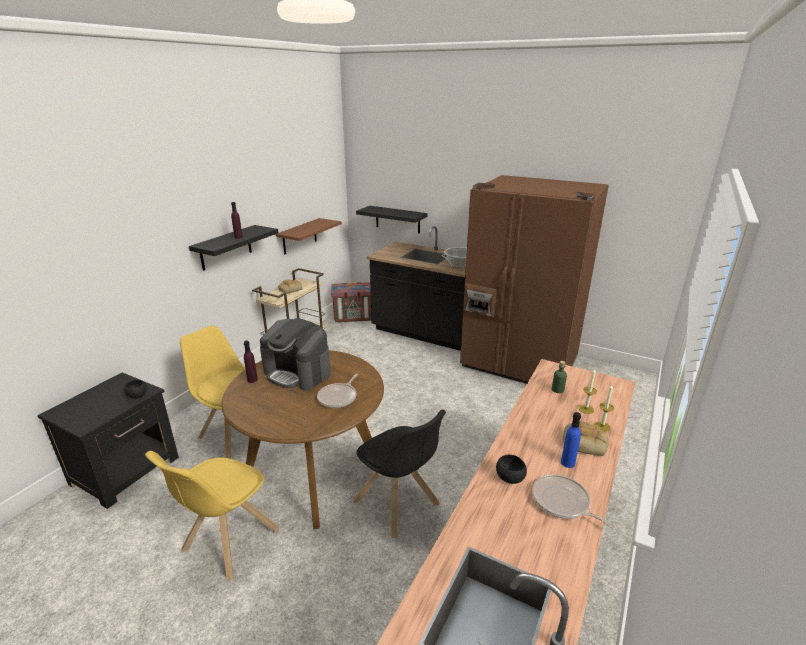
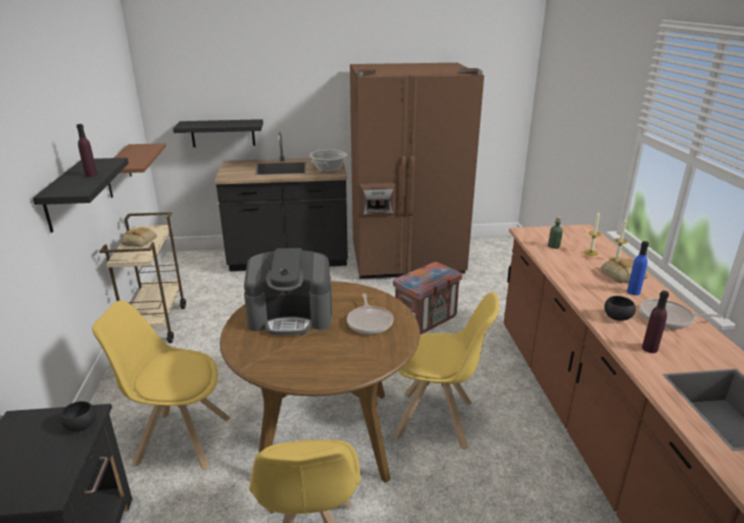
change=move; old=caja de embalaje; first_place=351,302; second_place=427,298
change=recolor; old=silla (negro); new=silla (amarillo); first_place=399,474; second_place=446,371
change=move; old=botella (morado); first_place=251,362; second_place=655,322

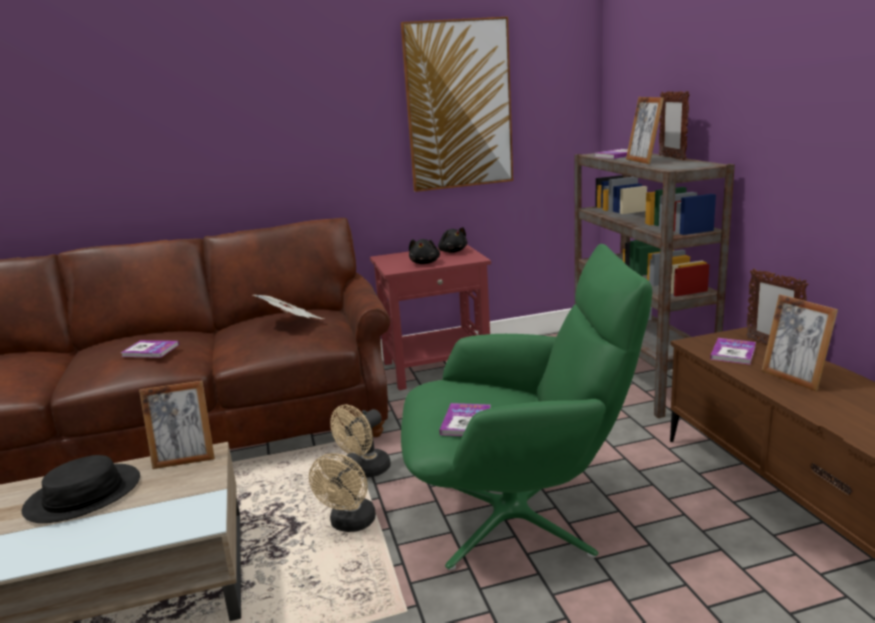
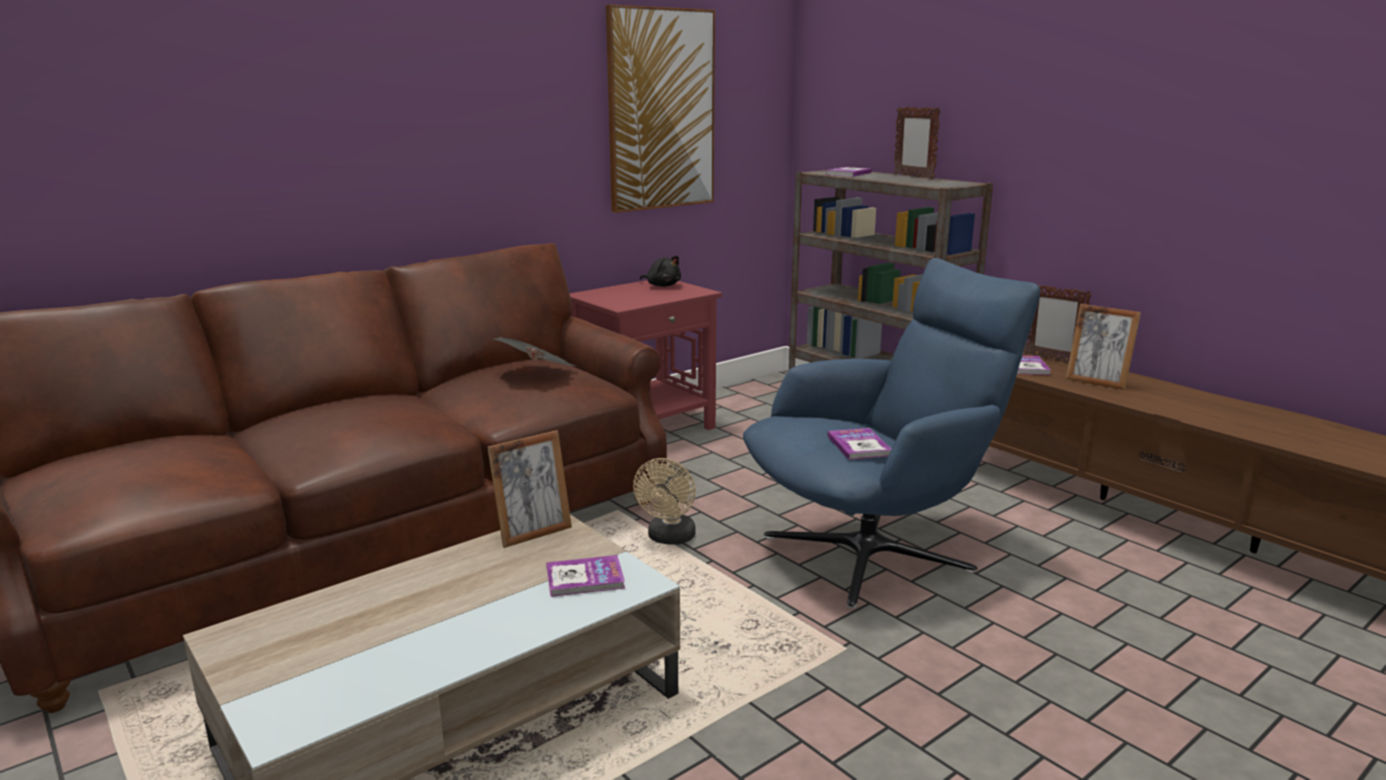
change=move; old=libro; first_place=150,349; second_place=585,576
change=recolor; old=sillón (verde); new=sillón (azul); first_place=526,407; second_place=891,433
change=delete; old=sombrero (negro); first_place=81,489
change=delete; old=ventilador (beis); first_place=342,492
change=delete; old=peluche (negro); first_place=424,251
change=delete; old=portarretratos; first_place=645,130

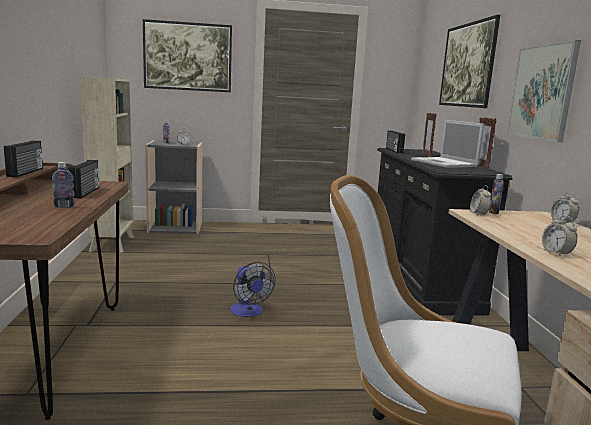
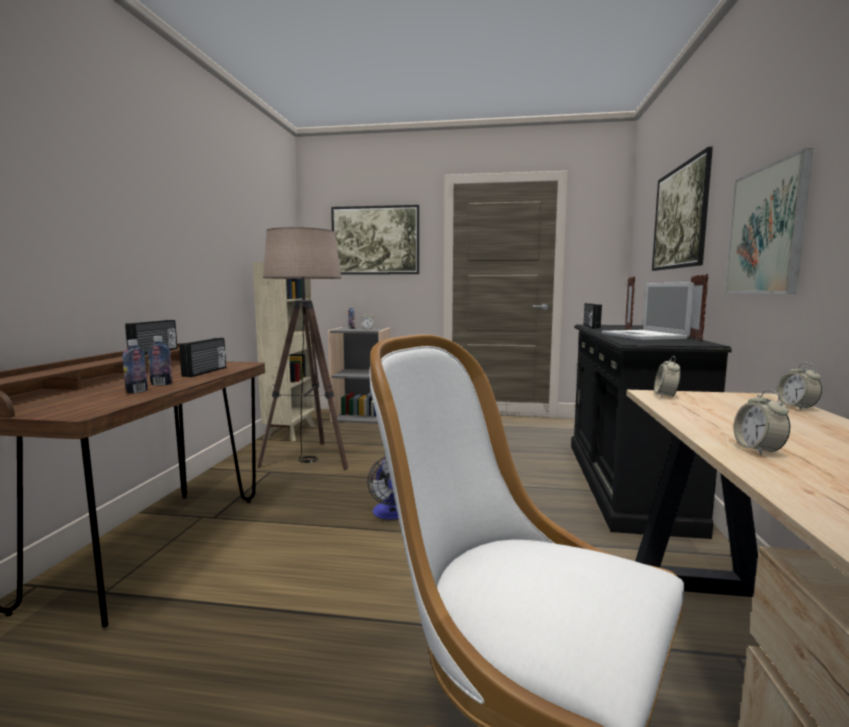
change=move; old=botella; first_place=496,194; second_place=135,366
change=insert; new=lámpara de pie; second_place=302,348

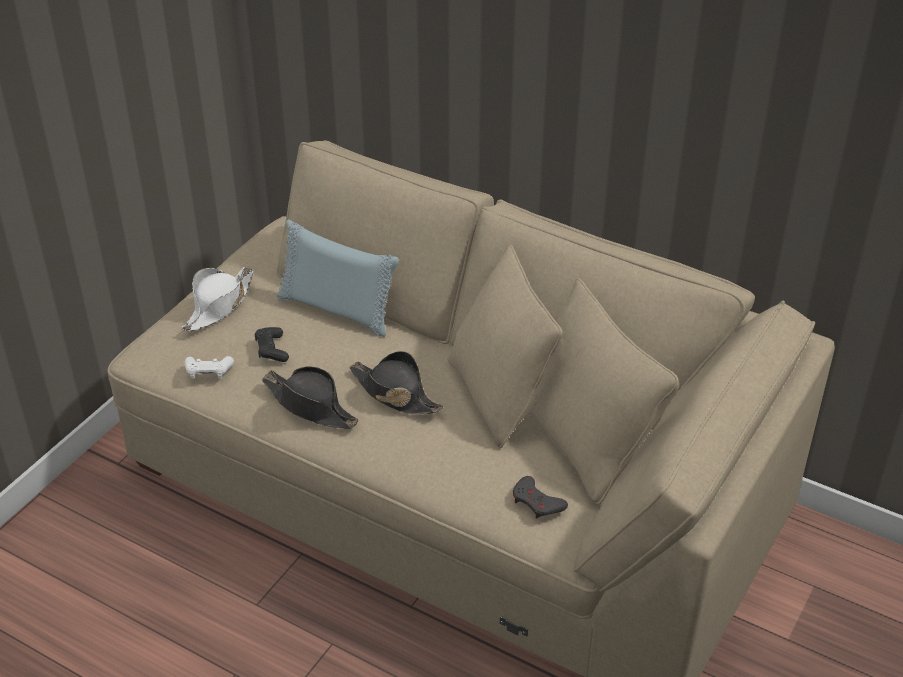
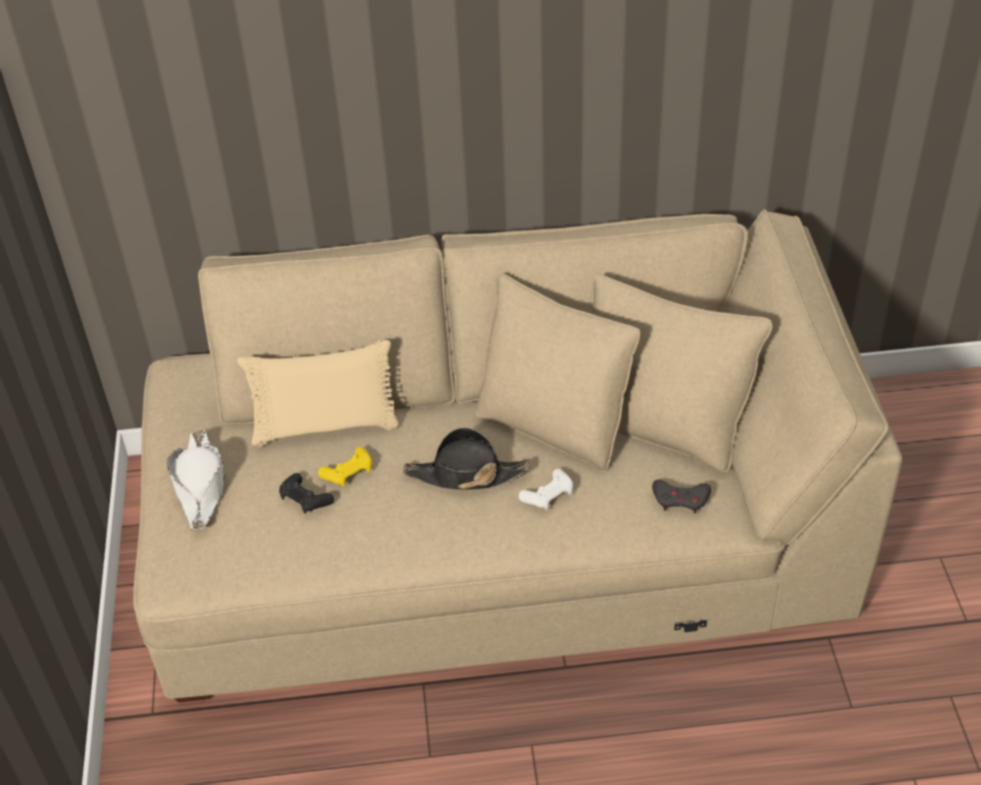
change=recolor; old=cojín (azul); new=cojín (beis); first_place=338,278; second_place=318,394
change=insert; new=mando de consola (amarillo); second_place=345,467
change=move; old=mando de consola (blanco); first_place=209,367; second_place=546,489
change=delete; old=sombrero (negro); first_place=310,397

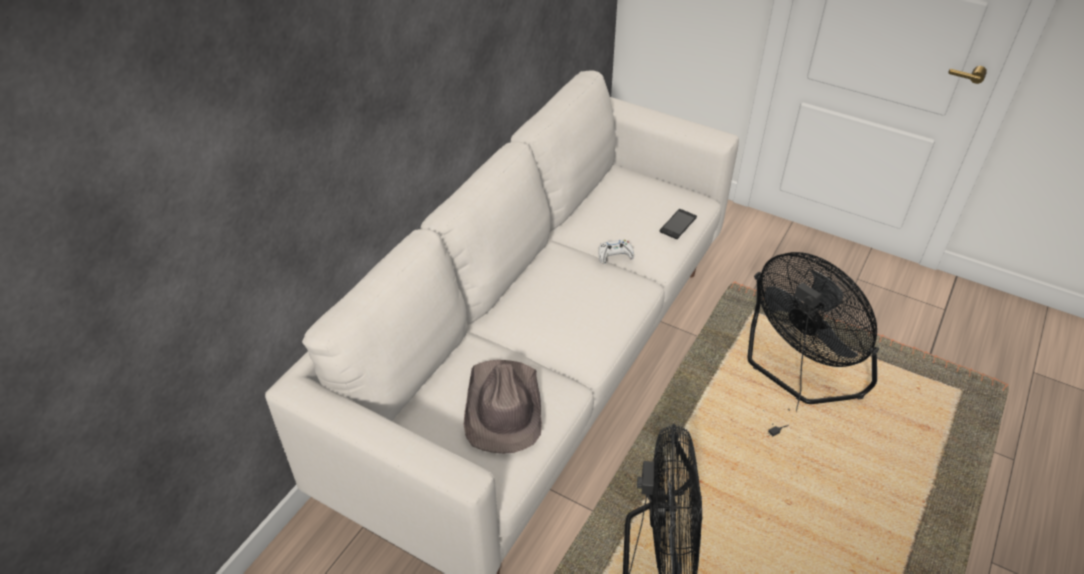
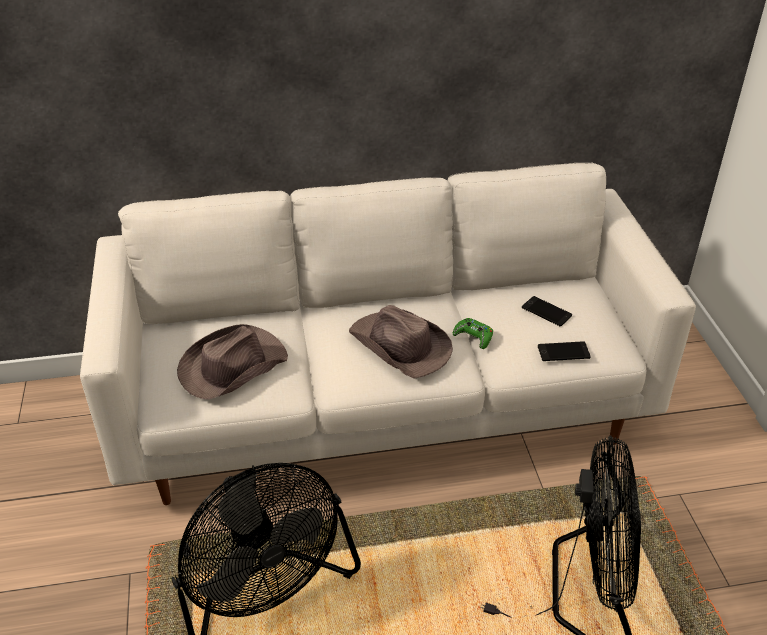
change=insert; new=sombrero (marrón); second_place=401,342
change=recolor; old=mando de consola (blanco); new=mando de consola (verde); first_place=616,252; second_place=473,333
change=insert; new=móvil; second_place=547,311

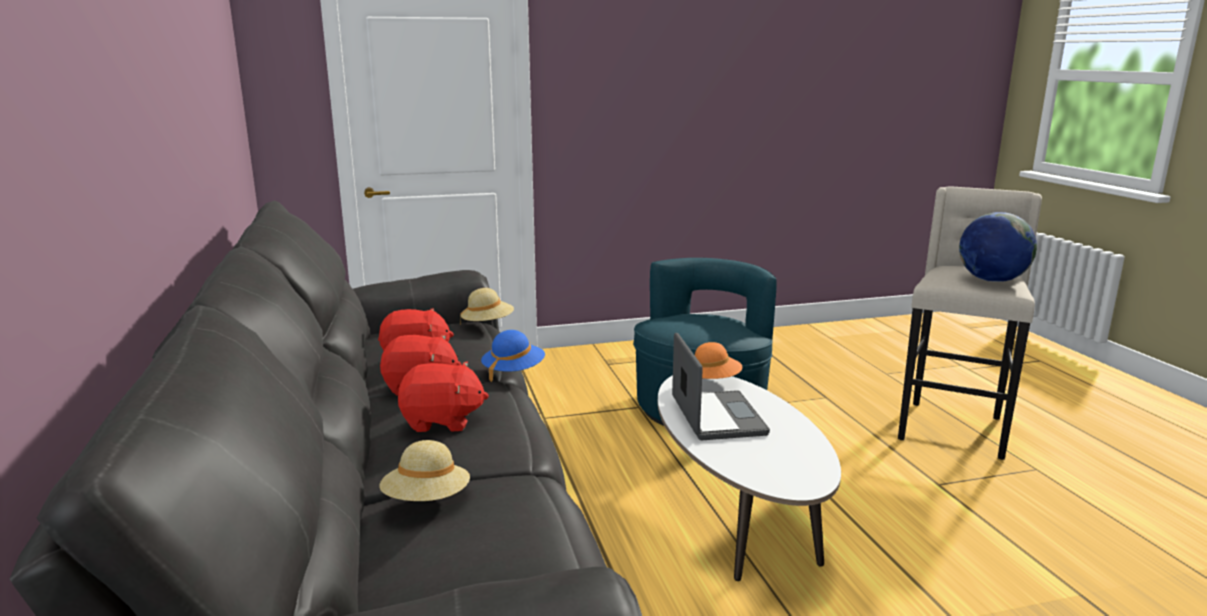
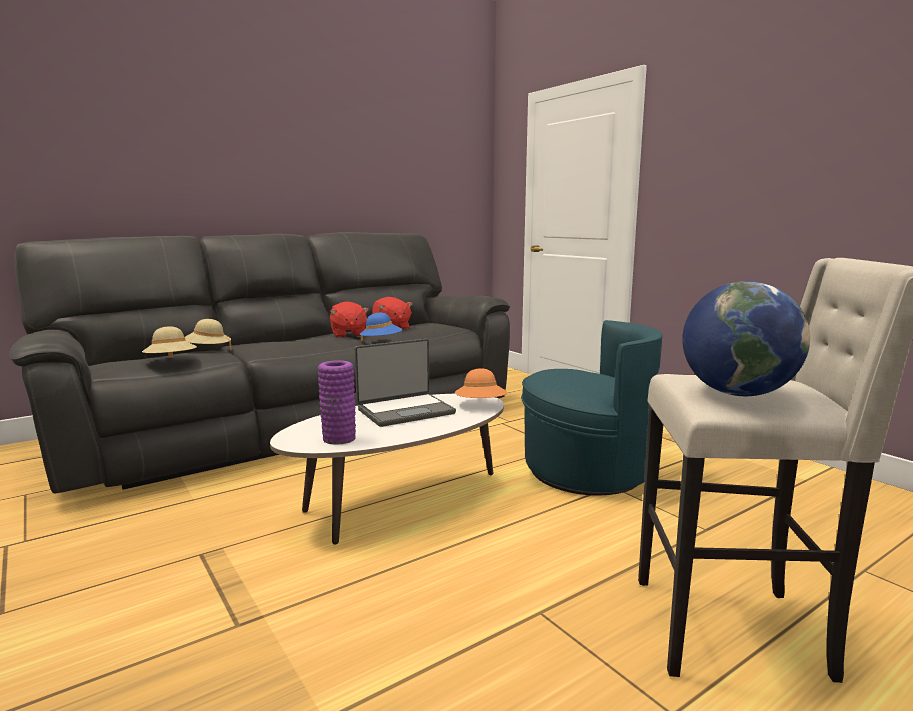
change=move; old=sombrero (beis); first_place=487,307; second_place=169,341
change=insert; new=florero (morado); second_place=337,402
change=delete; old=peluche (rojo); first_place=443,397

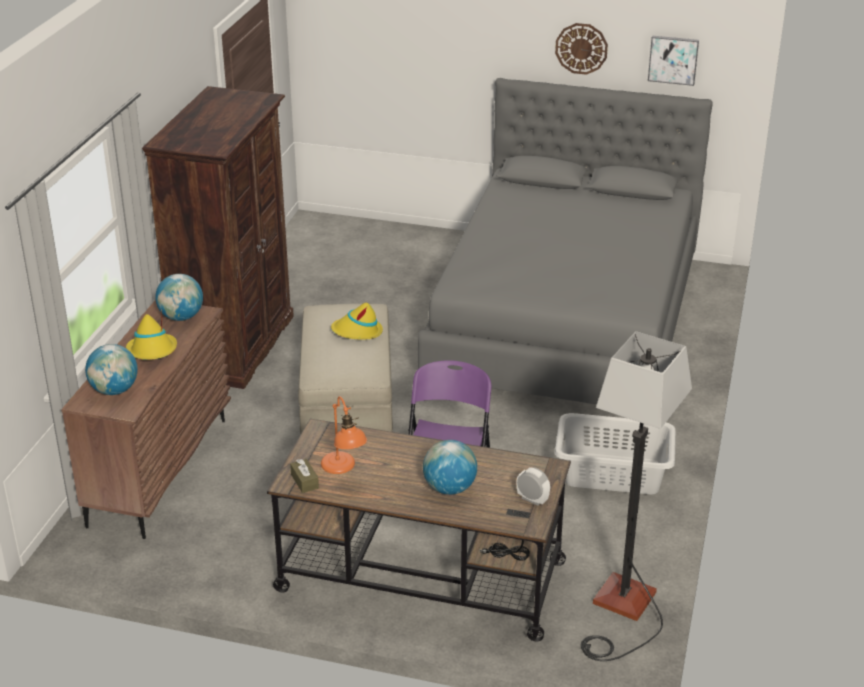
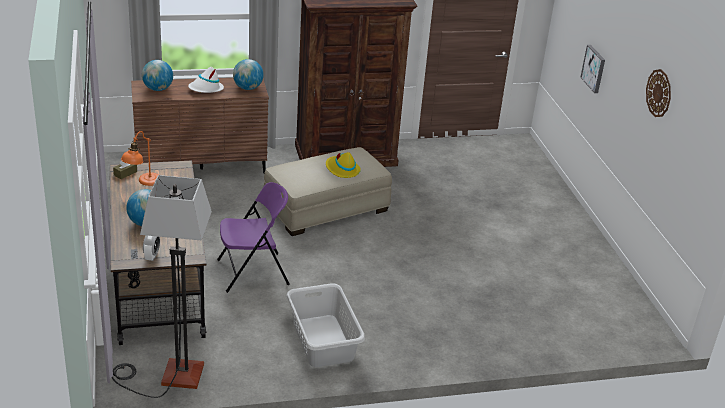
change=recolor; old=sombrero (amarillo); new=sombrero (blanco); first_place=151,336; second_place=206,80
change=move; old=cuadro; first_place=673,60; second_place=592,69
change=delete; old=cama (gris); first_place=565,241

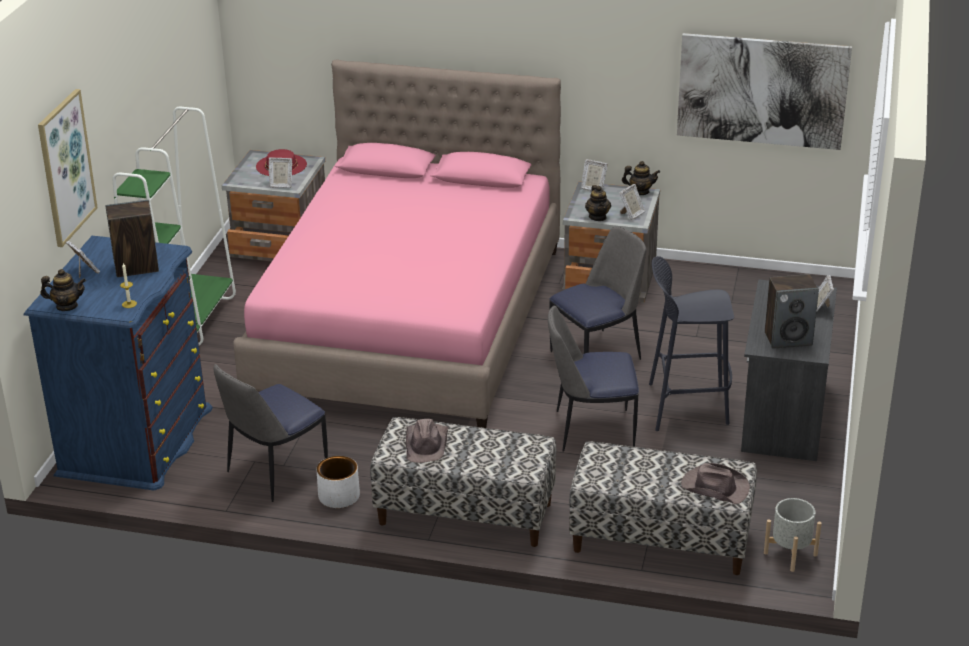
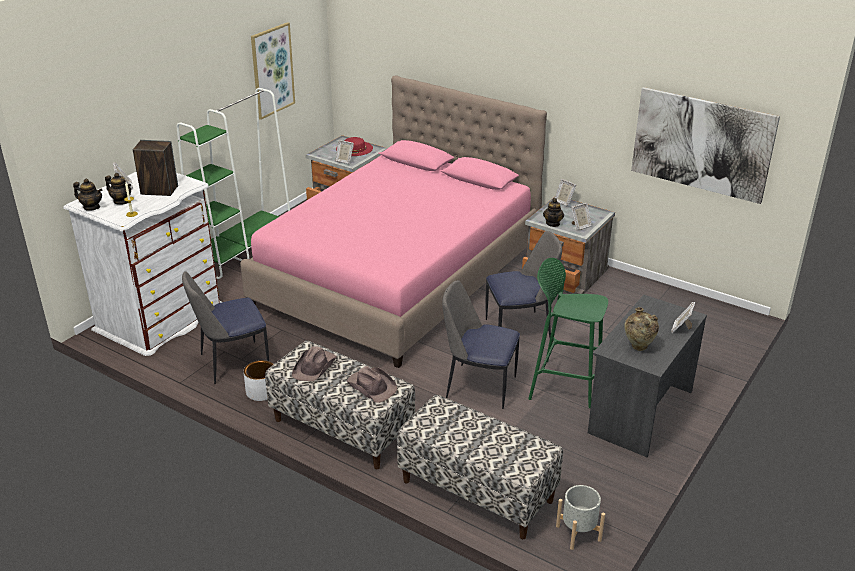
change=recolor; old=cómoda (azul); new=cómoda (blanco); first_place=118,363; second_place=142,264
change=move; old=tetera; first_place=641,178; second_place=118,189
change=move; old=cuadro; first_place=68,168; second_place=273,71
change=move; old=sombrero (marrón); first_place=715,483; second_place=372,384
change=recolor; old=taburete (gris); new=taburete (verde); first_place=691,343; second_place=568,333
change=replace; old=altavoz; new=florero (beis); first_place=792,311; second_place=641,329

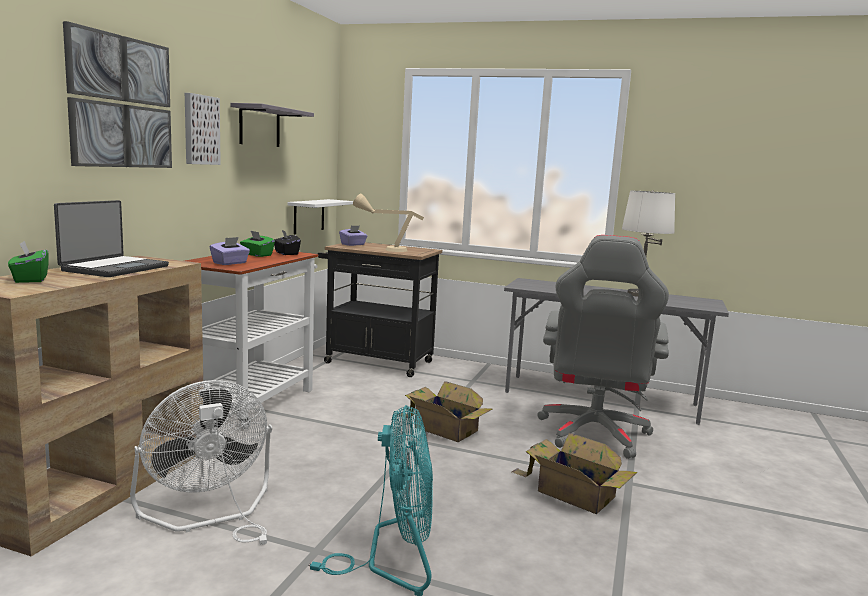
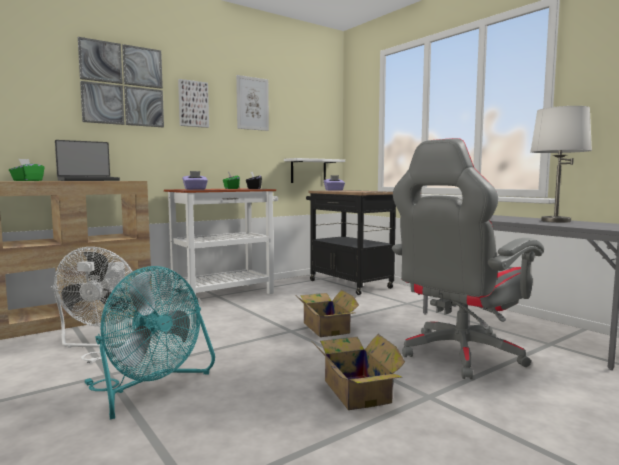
change=replace; old=estante (gris); new=cuadro; first_place=272,125; second_place=252,103
change=delete; old=lámpara de mesa (beis); first_place=388,222

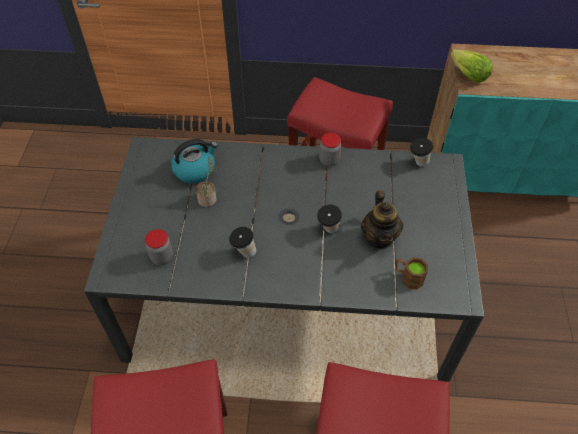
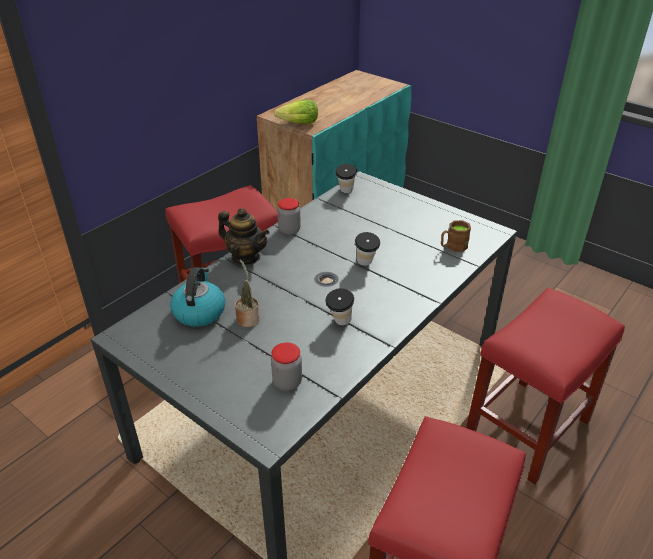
change=move; old=tetera; first_place=382,220; second_place=243,236

